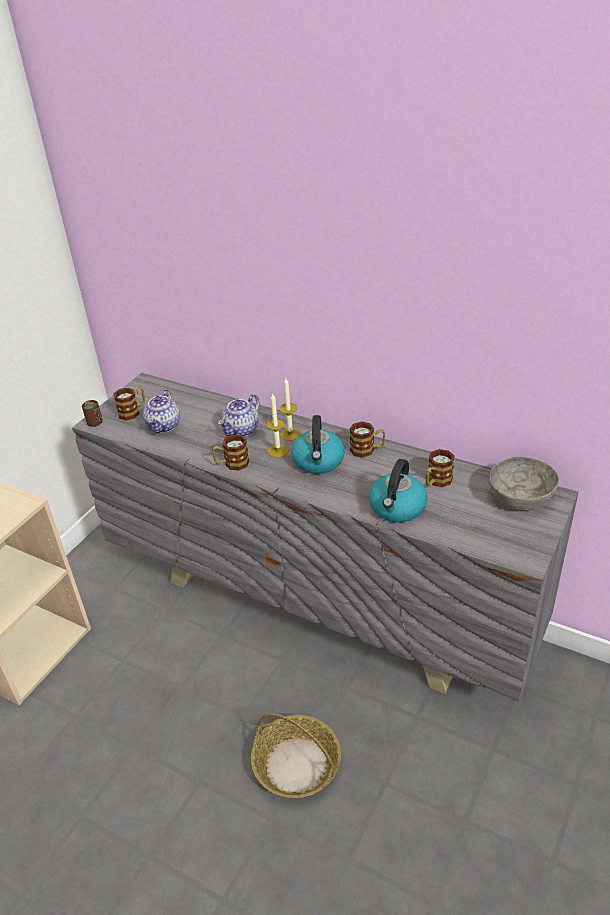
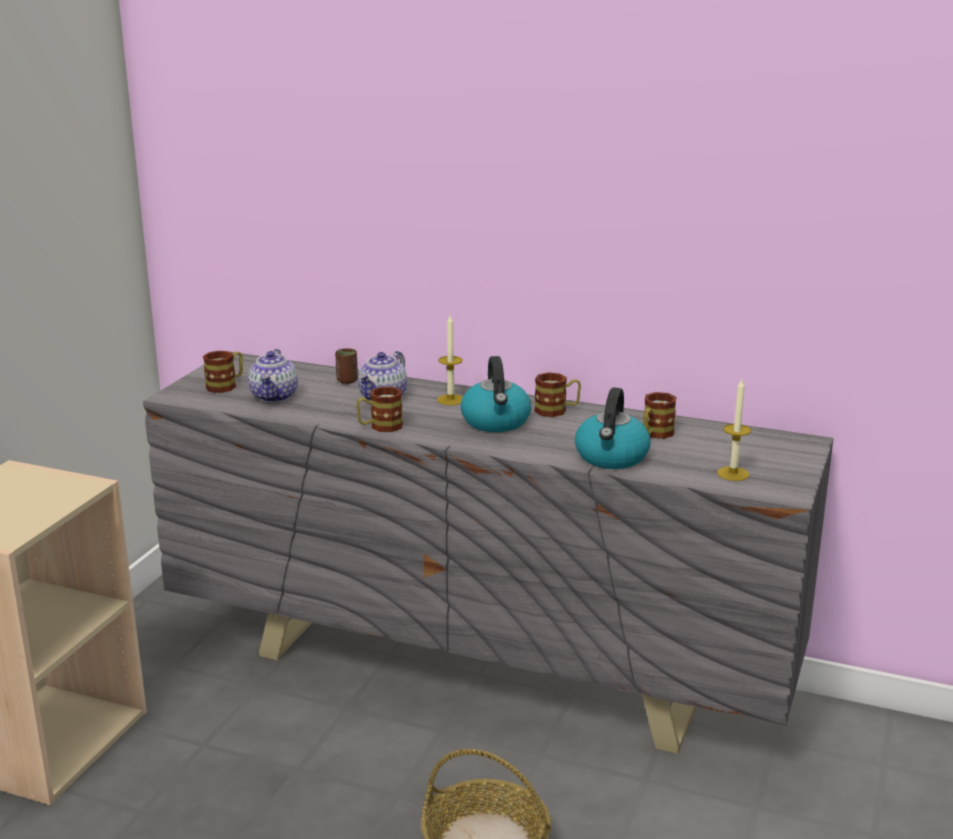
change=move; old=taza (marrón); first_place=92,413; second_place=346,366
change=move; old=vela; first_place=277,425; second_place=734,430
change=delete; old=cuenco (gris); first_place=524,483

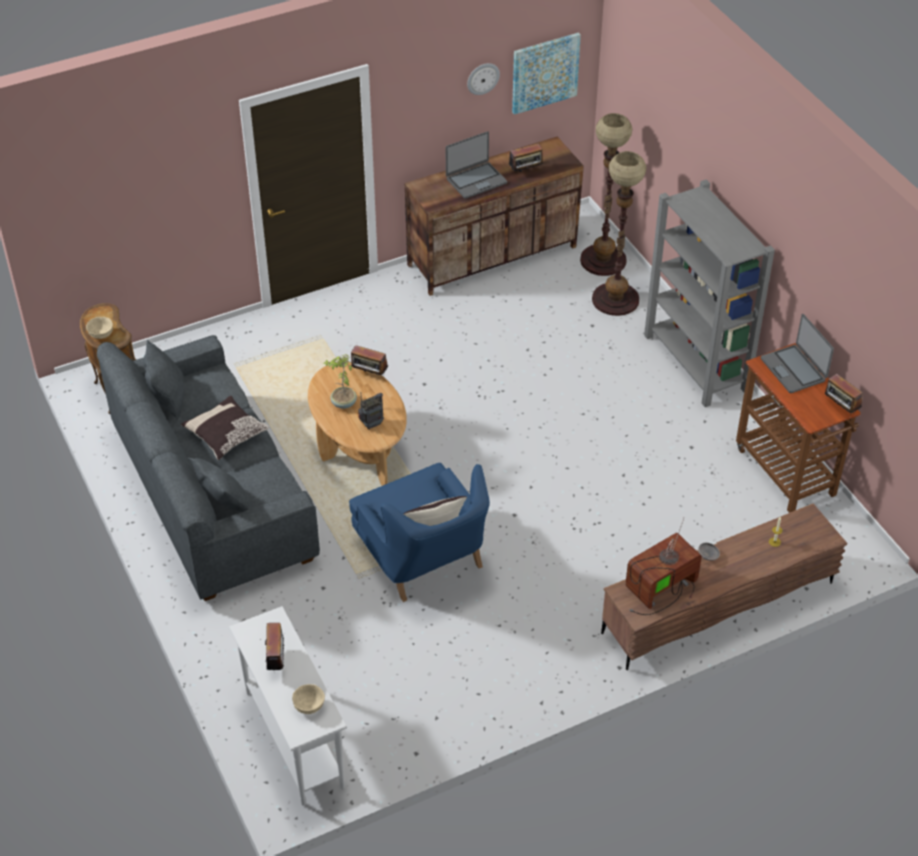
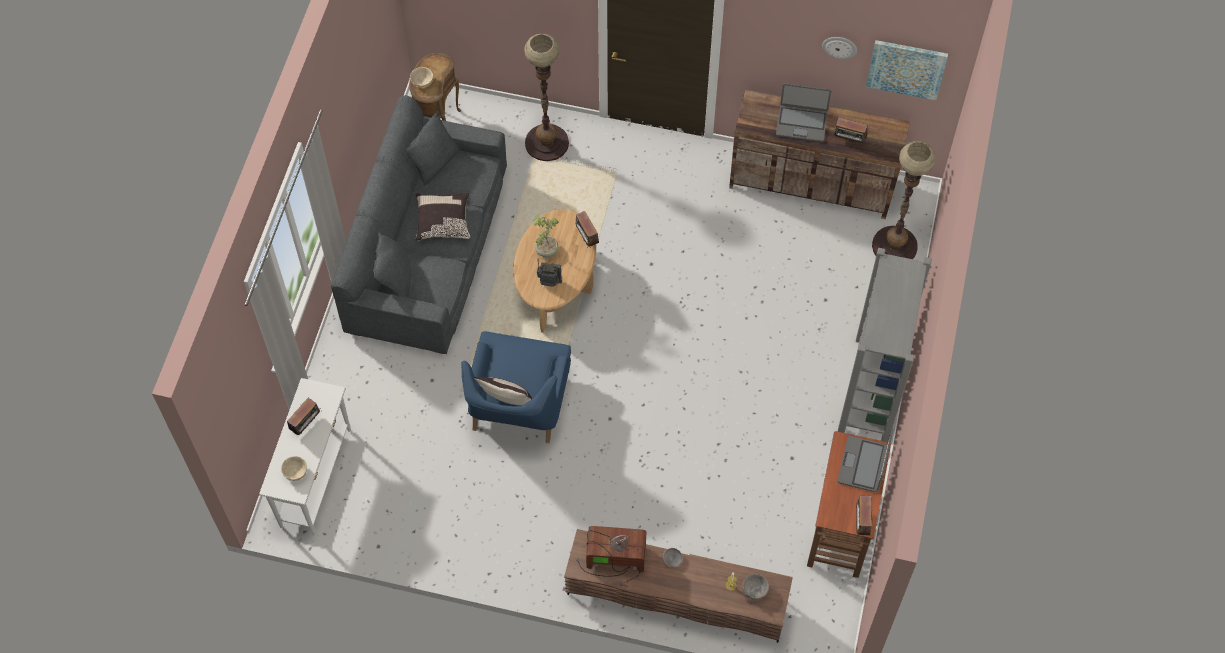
change=move; old=lámpara de pie; first_place=619,233; second_place=546,97
change=insert; new=cuenco (gris); second_place=756,587

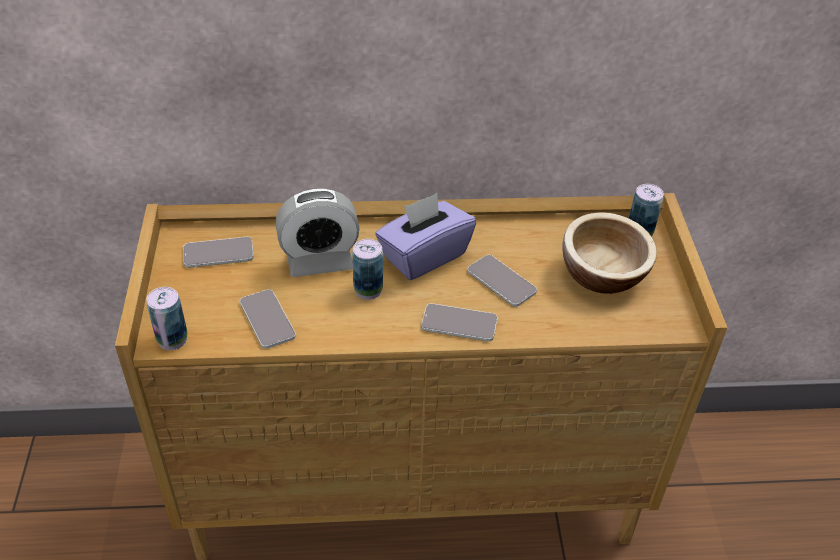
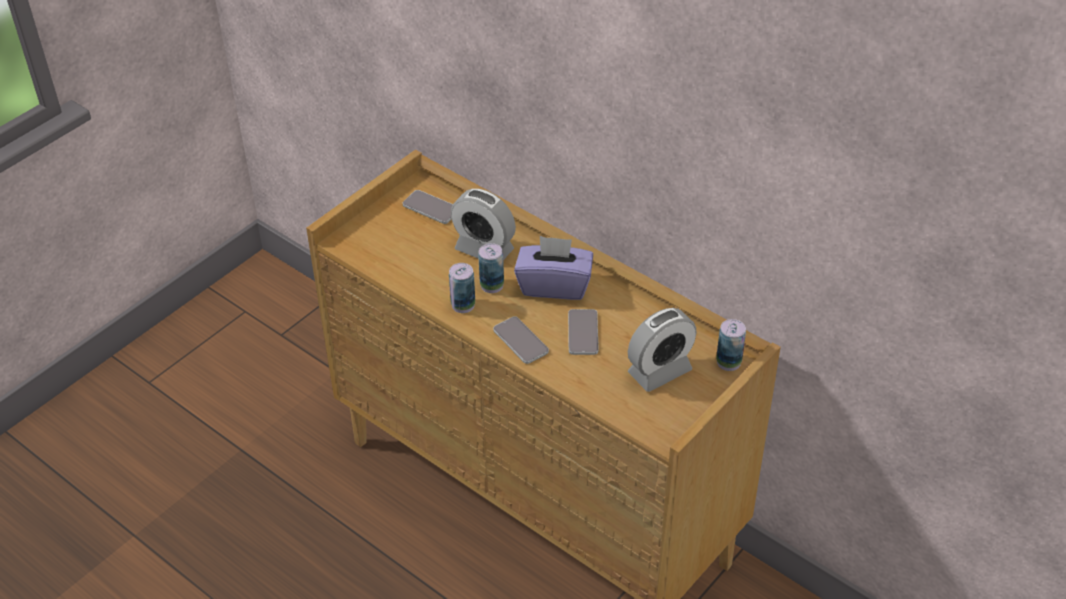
change=move; old=lata; first_place=167,318; second_place=462,288
change=replace; old=cuenco; new=despertador; first_place=609,253; second_place=662,350
change=delete; old=móvil; first_place=268,319

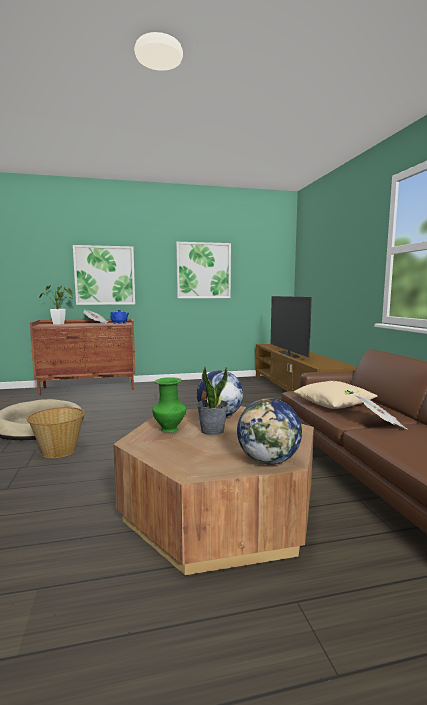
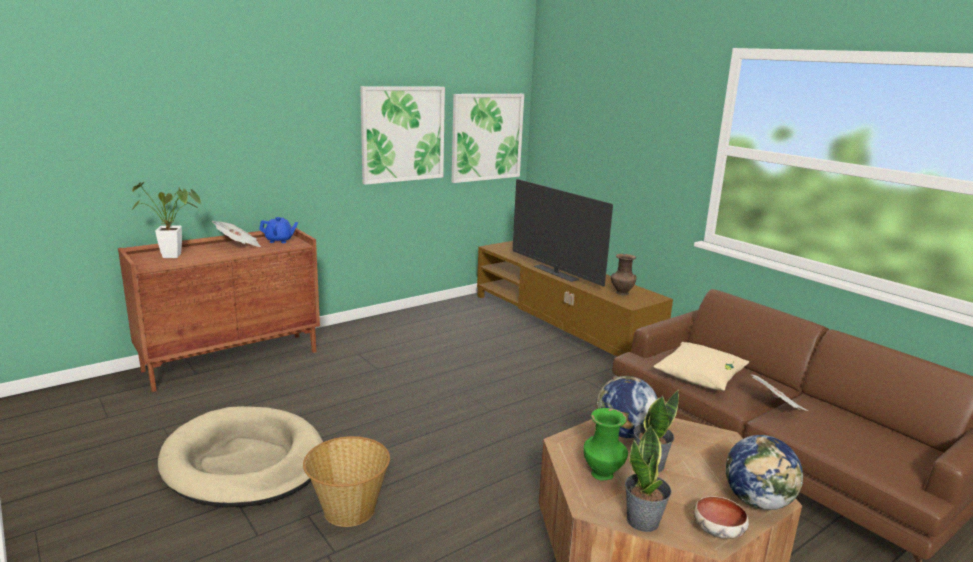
change=move; old=cuadro; first_place=104,275; second_place=488,138
change=insert; new=florero (marrón); second_place=623,274
change=insert; new=planta en maceta; second_place=648,478
change=insert; new=cuenco; second_place=721,517

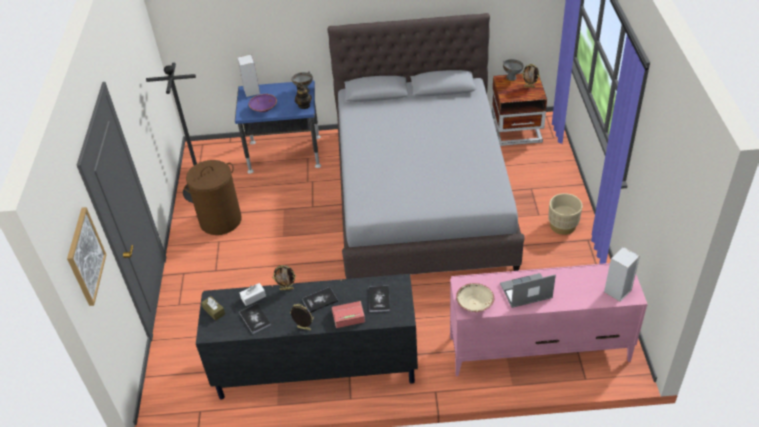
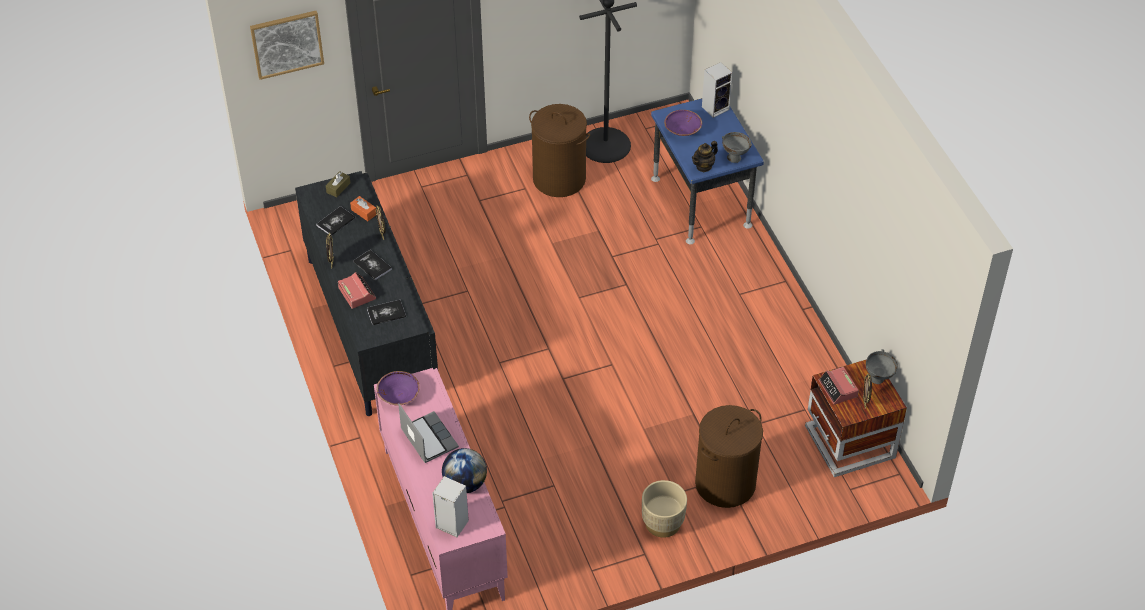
change=recolor; old=caja de pañuelos (blanco); new=caja de pañuelos (naranja); first_place=253,294; second_place=363,208
change=recolor; old=cuenco (beis); new=cuenco (morado); first_place=475,297; second_place=398,388
change=insert; new=globo terráqueo; second_place=464,470
change=insert; new=cesto de la ropa (marrón); second_place=729,456
change=insert; new=despertador; second_place=838,386
change=delete; old=cama (gris); first_place=426,146

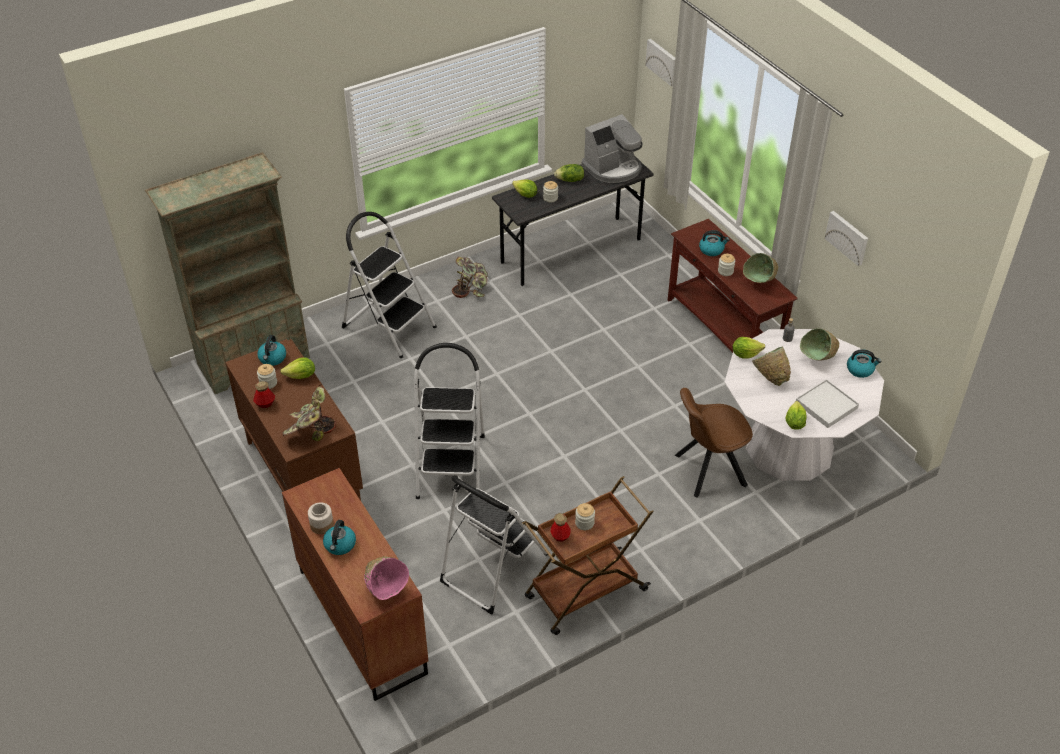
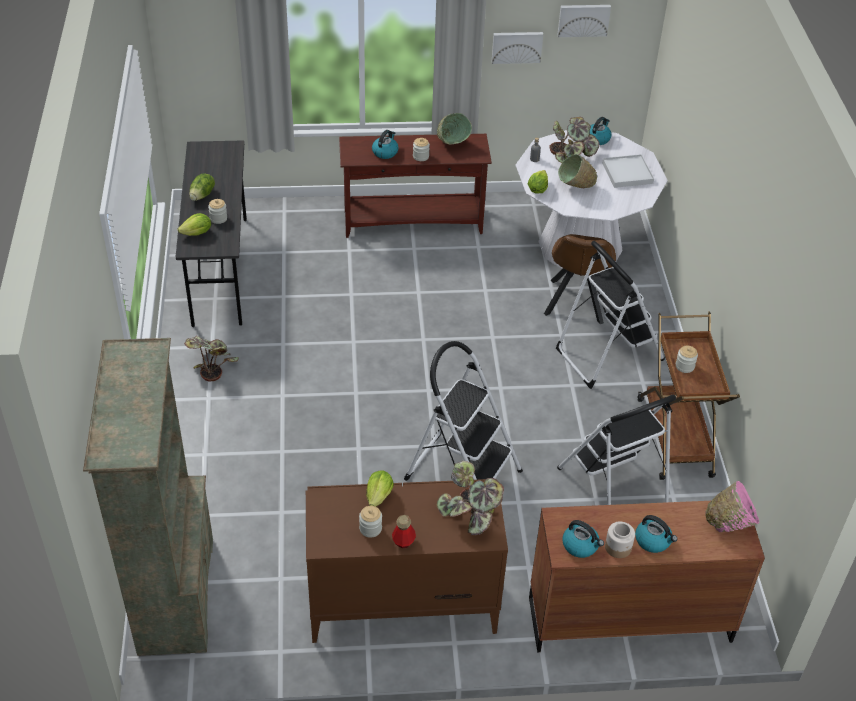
change=replace; old=cuenco (verde); new=planta en maceta; first_place=819,344; second_place=574,140
change=move; old=escalera de tijera; first_place=389,285; second_place=610,315
change=move; old=cuadro; first_place=660,62; second_place=584,21
change=move; old=hervidor; first_place=271,350; second_place=583,539
change=delete; old=botella; first_place=560,527
change=delete; old=cafetera; first_place=611,148
change=delete; old=lechuga; first_place=796,415

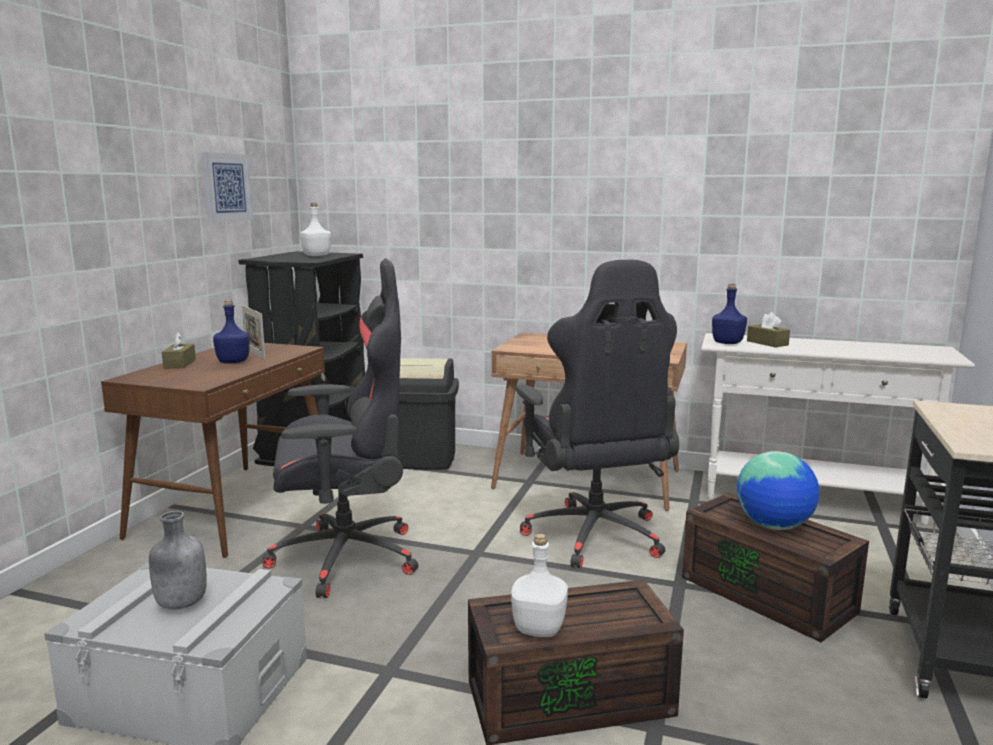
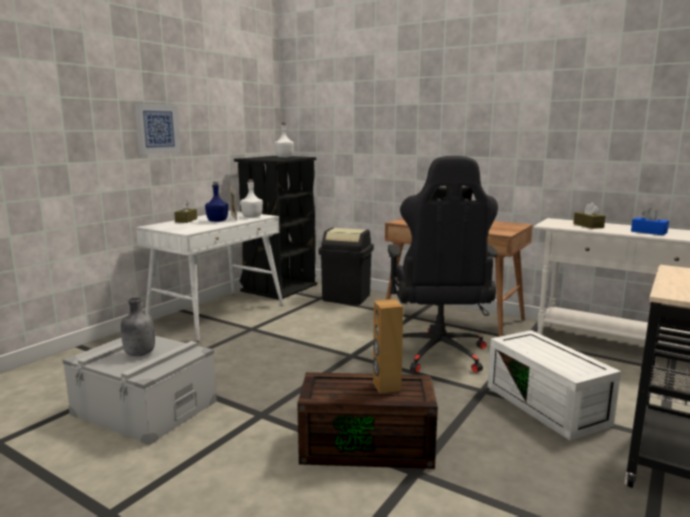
change=move; old=cuadro; first_place=227,187; second_place=157,128
change=recolor; old=escritorio (marrón); new=escritorio (blanco); first_place=213,450; second_place=209,276
change=move; old=botella (blanco); first_place=539,585; second_place=251,198
change=insert; new=altavoz (marrón); second_place=388,346
change=recolor; old=caja de almacenaje (marrón); new=caja de almacenaje (blanco); first_place=775,567; second_place=554,385
change=insert; new=caja de pañuelos (azul); second_place=650,221
change=delete; old=silla de oficina (negro); first_place=340,428
change=delete; old=botella (azul); first_place=729,314
change=delete; old=globo terráqueo; first_place=778,490

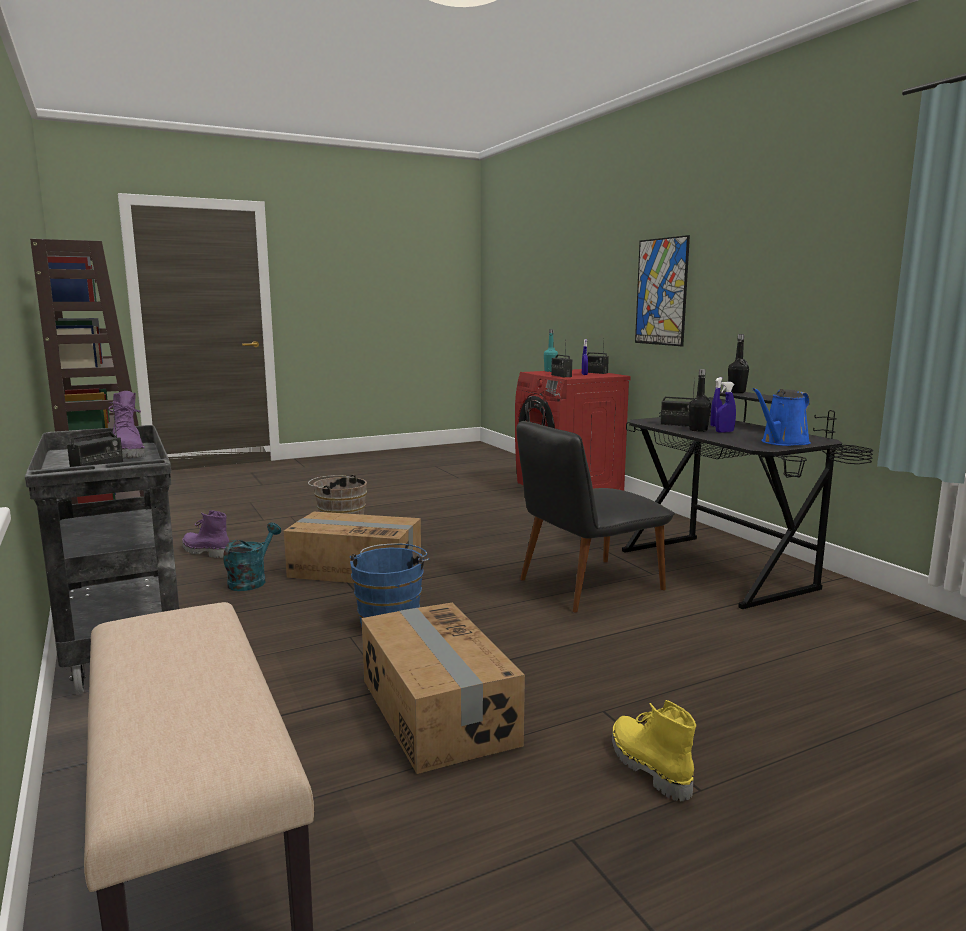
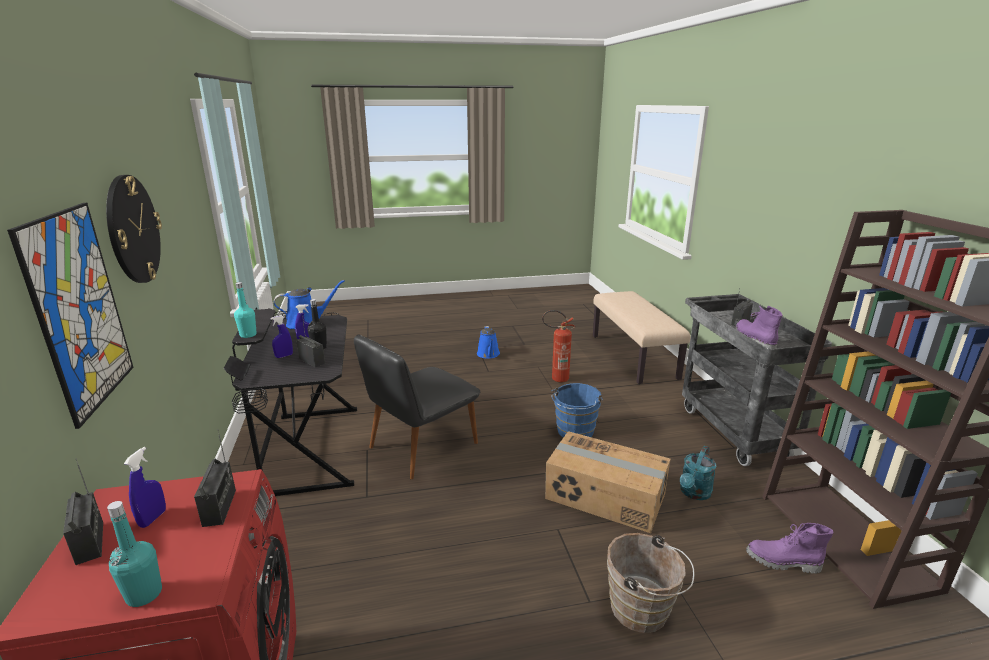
change=insert; new=reloj de pared; second_place=134,229
change=recolor; old=botella (negro); new=botella (turquesa); first_place=738,363; second_place=245,310
change=rotate; old=silla (negro); first_place=596,517; second_place=417,407; degrees=150
change=replace; old=bota (amarillo); new=regadera (azul); first_place=654,751; second_place=488,342
change=replace; old=caja de cartón; new=extintor; first_place=443,688; second_place=559,346
change=rotate; old=bota (morado); first_place=205,534; second_place=790,548; degrees=150

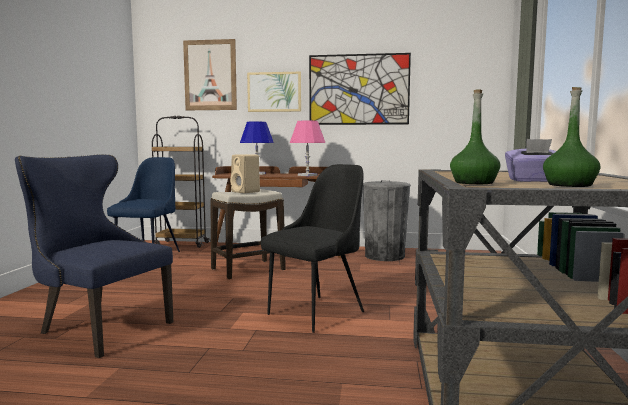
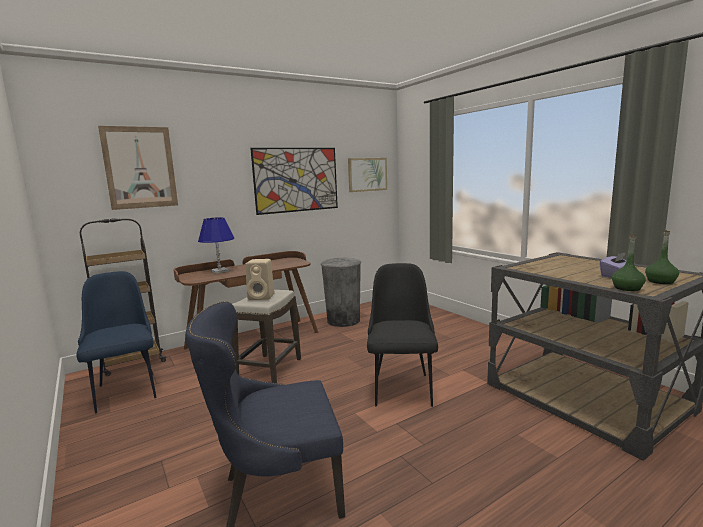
change=move; old=cuadro; first_place=274,92; second_place=367,175
change=delete; old=lámpara de mesa (rosa); first_place=307,148

